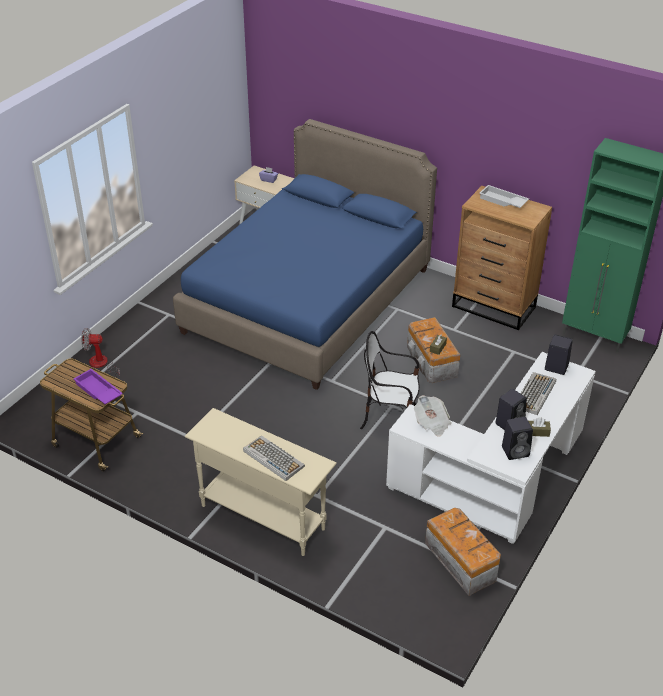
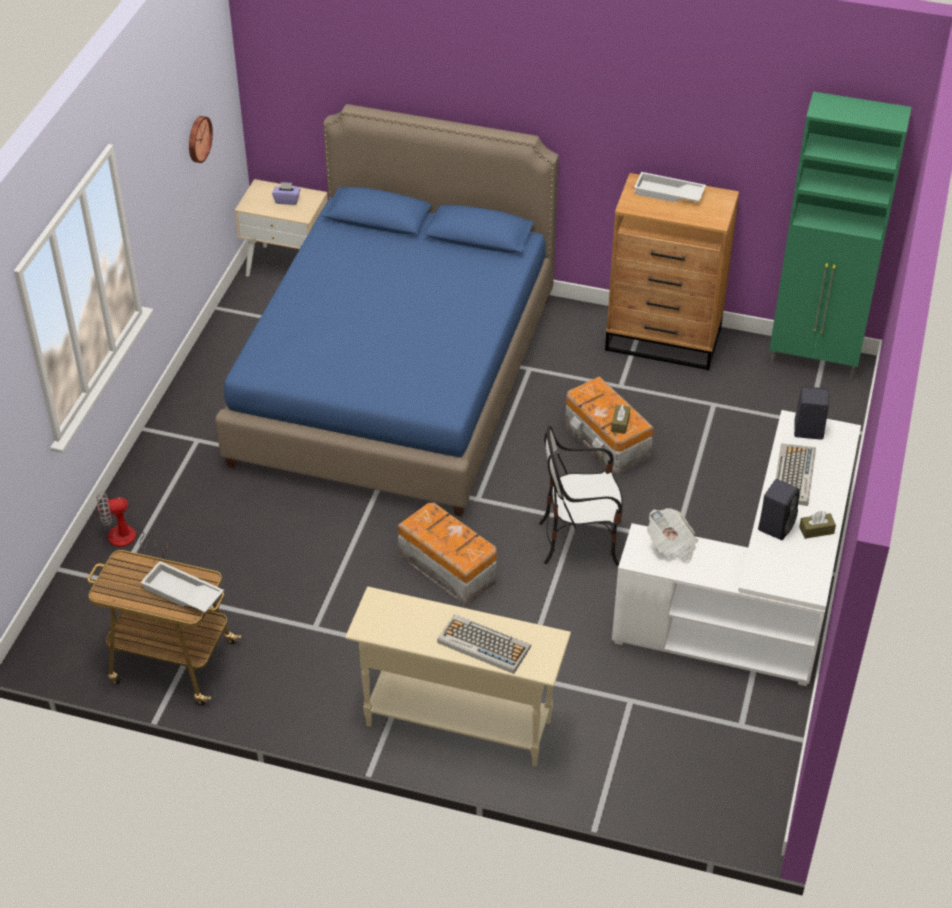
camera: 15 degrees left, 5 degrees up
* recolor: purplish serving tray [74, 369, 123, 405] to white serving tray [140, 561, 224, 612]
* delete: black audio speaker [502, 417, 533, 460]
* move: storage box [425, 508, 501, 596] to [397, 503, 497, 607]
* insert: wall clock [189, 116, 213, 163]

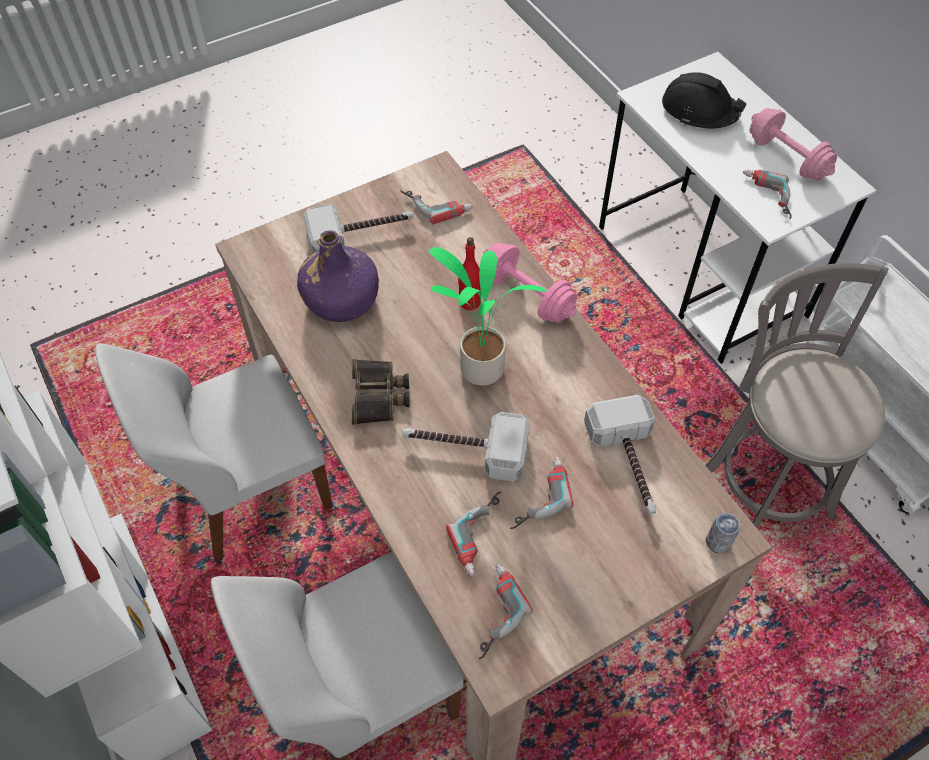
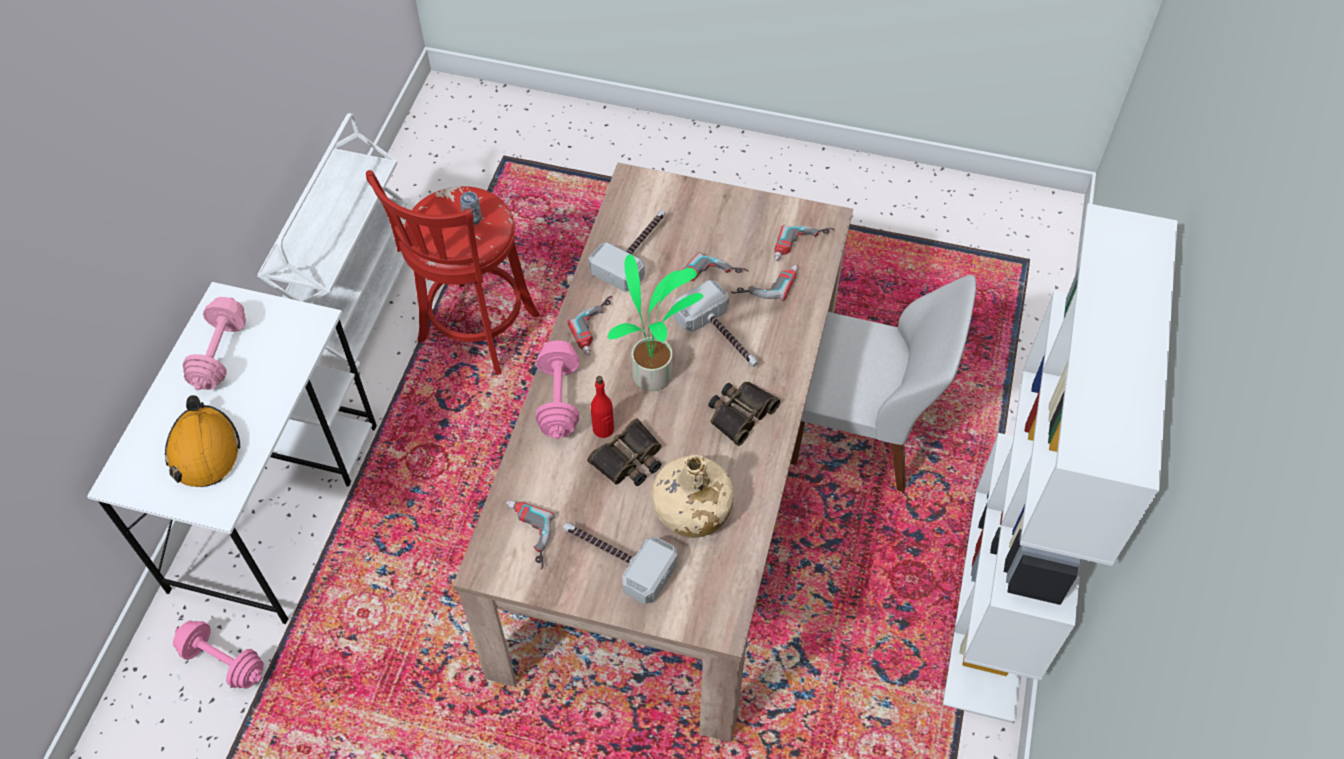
camera: 135 degrees left, 0 degrees up
* recolor: black safety helmet [662, 72, 746, 129] to orange safety helmet [165, 395, 240, 487]
* move: power drill [743, 169, 792, 219] to [568, 296, 612, 356]
* recolor: purplish bottle [297, 230, 379, 322] to beige-coloured bottle [651, 455, 734, 538]
* recolor: gray sitting stool [705, 263, 889, 528] to reddish sitting stool [366, 170, 540, 375]
* delete: white chair [95, 343, 333, 561]
* move: can [706, 513, 740, 554] to [460, 192, 482, 225]
* insert: binoculars [587, 418, 662, 486]
* insert: pink free weight [173, 621, 264, 689]

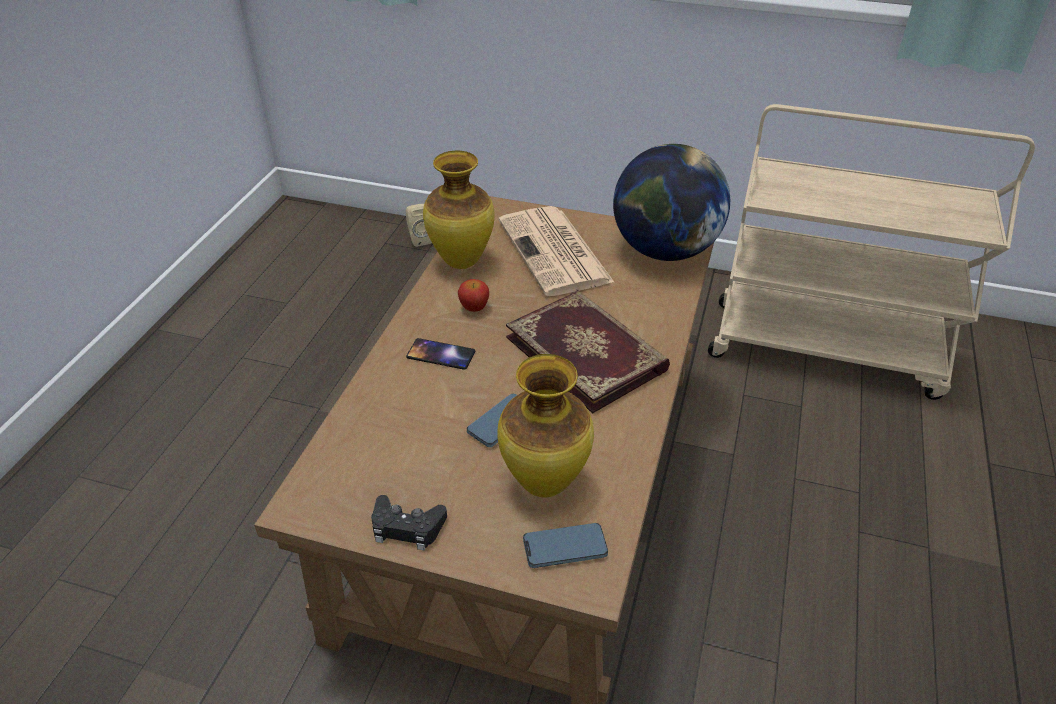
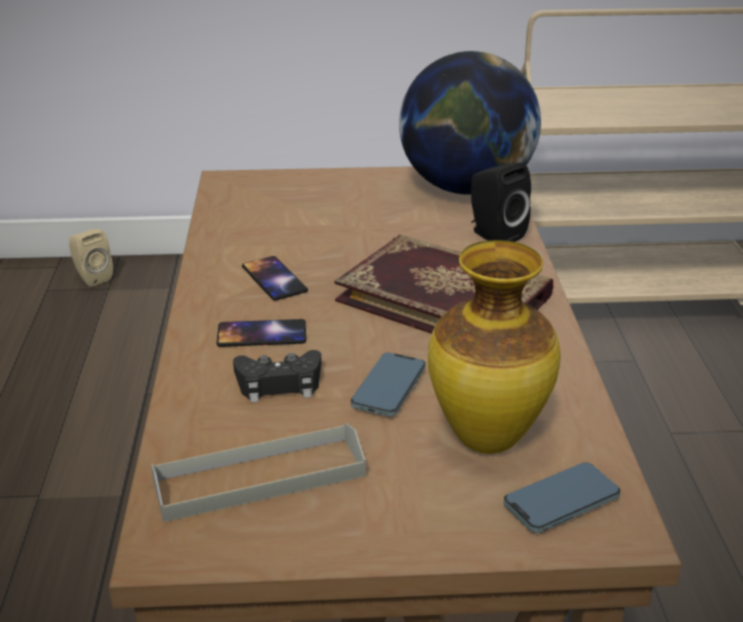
camera: 20 degrees left, 10 degrees down
* delete: decorative vase [423, 151, 495, 269]
* delete: printed paper [499, 206, 615, 296]
* replace: apple fruit [458, 279, 489, 312] to handset [242, 256, 308, 301]
* move: black game controller [371, 495, 447, 550] to [233, 350, 321, 402]
* insert: black audio speaker [471, 163, 531, 242]
* insert: gray serving tray [151, 423, 366, 522]

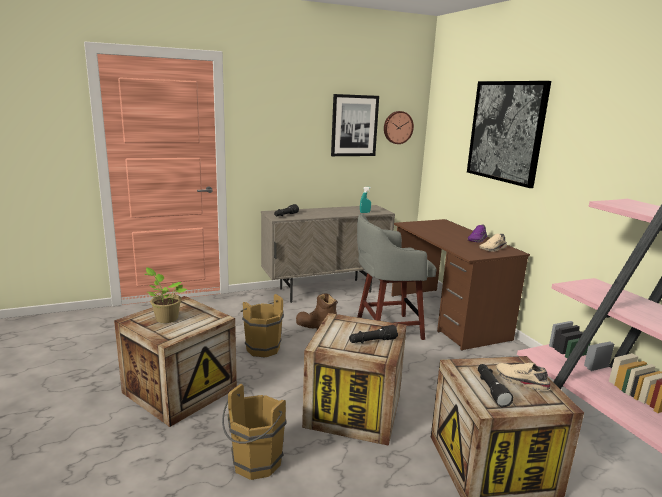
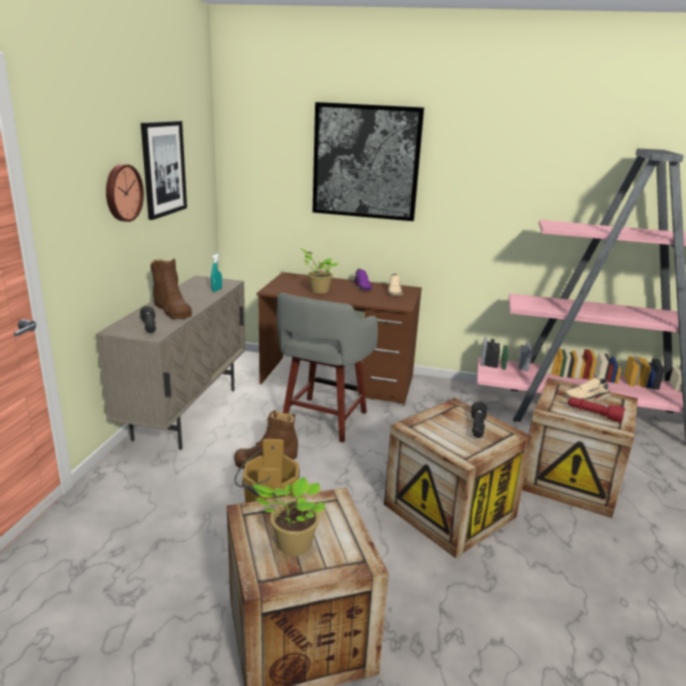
camera: 55 degrees left, 5 degrees up
* move: wall clock [384, 111, 414, 144] to [106, 164, 144, 222]
* recolor: black hand torch [478, 364, 513, 408] to reddish hand torch [568, 397, 625, 423]
* delete: brown-coloured water bucket [222, 384, 287, 480]
* insert: houseplant [300, 248, 338, 294]
* insert: brown-coloured tall boot [150, 258, 192, 319]

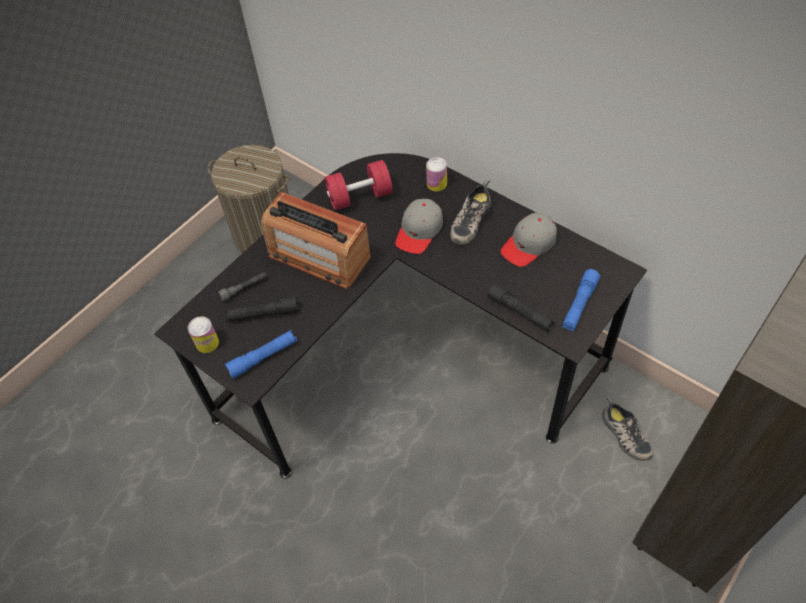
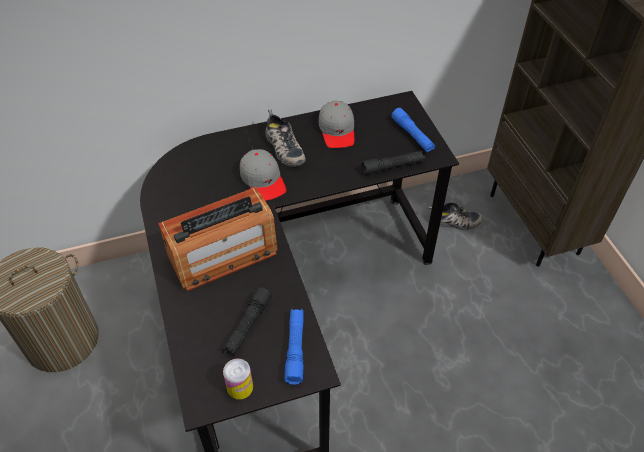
camera: 60 degrees left, 5 degrees down
* delete: can [426, 157, 447, 192]
* delete: reddish free weight [325, 160, 393, 210]
* delete: gray hand torch [218, 272, 267, 302]

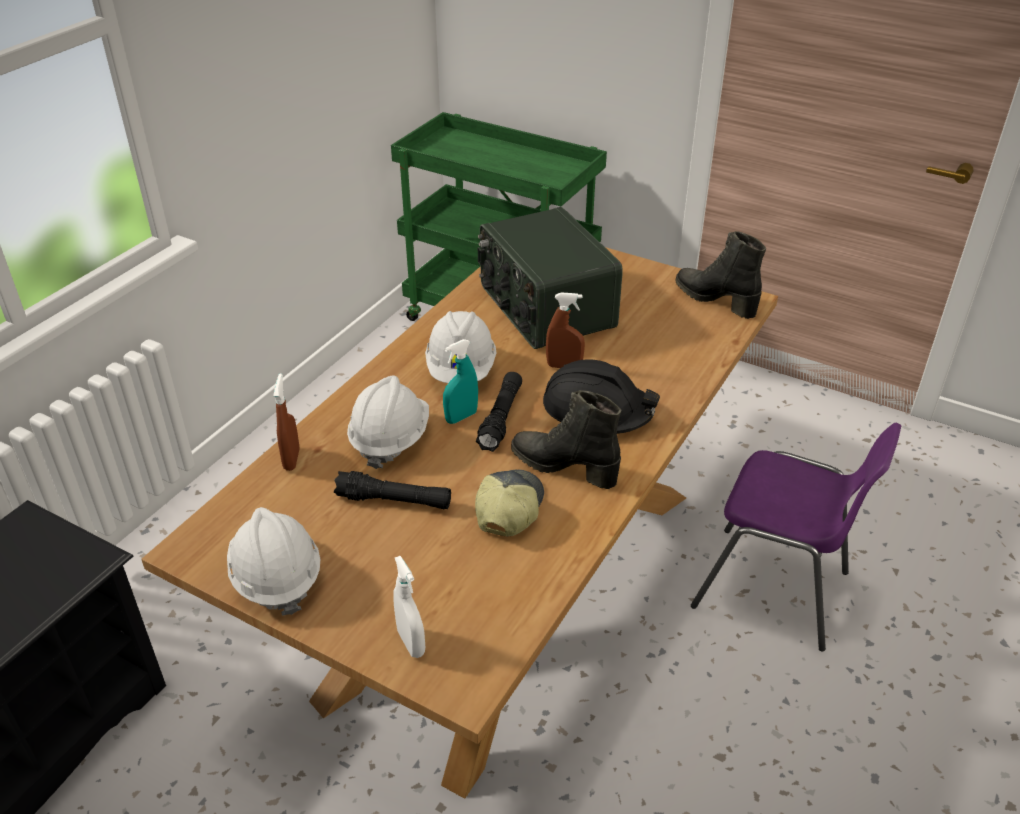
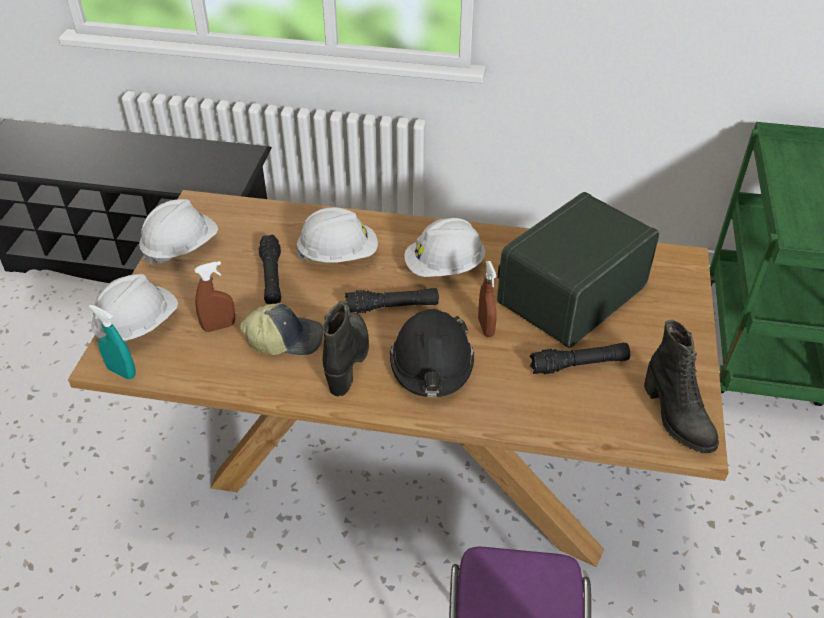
camera: 70 degrees right, 5 degrees up
* rotate: black tall boot [676, 231, 766, 319] = [644, 320, 719, 453] 135 degrees clockwise
* move: blue-green sprayer [443, 339, 478, 424] to [89, 305, 136, 380]
* move: brown-coloured sprayer [273, 374, 300, 471] to [194, 261, 235, 332]
* replace: white sprayer [393, 556, 425, 658] to white safety helmet [91, 274, 178, 343]
* insert: black hand torch [530, 343, 630, 374]

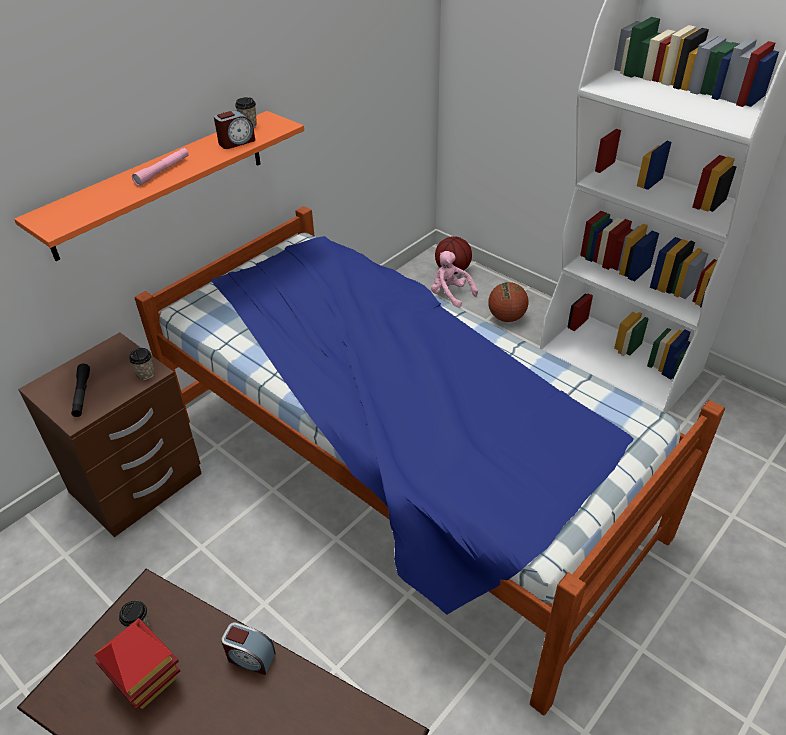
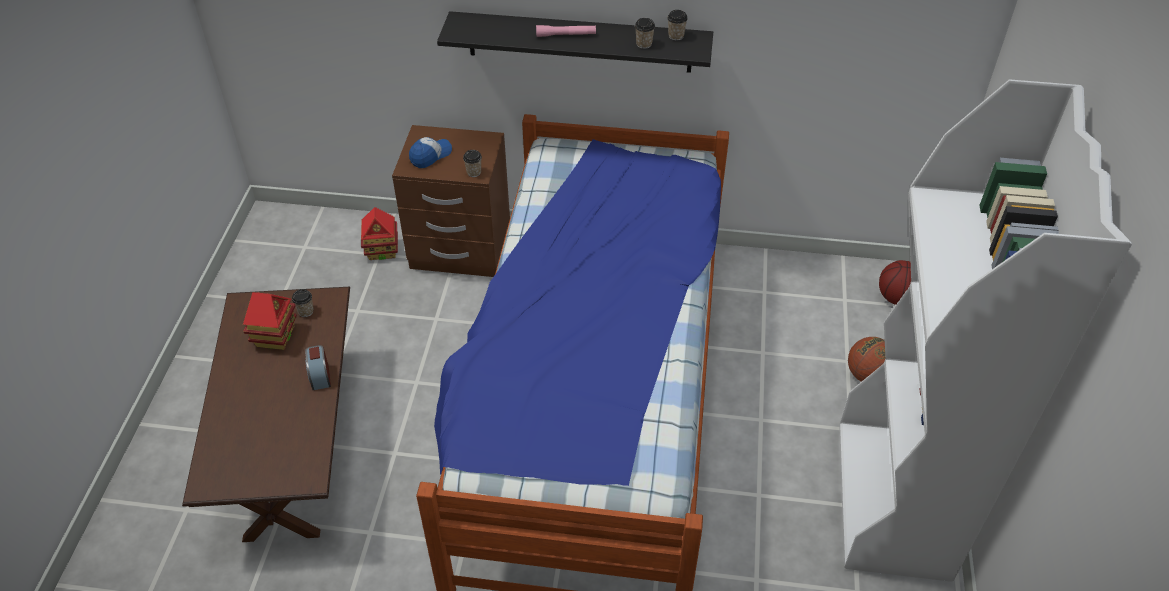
camera: 55 degrees right, 5 degrees up
* replace: table clock [214, 110, 255, 149] to drinking cup [635, 18, 655, 49]
* recolor: orange wall shelf [14, 111, 304, 261] to black wall shelf [437, 11, 713, 73]
* delete: pink plush toy [431, 251, 478, 308]
* replace: black hand torch [71, 364, 90, 417] to baseball cap [409, 137, 452, 168]
* insert: model house [361, 207, 398, 260]

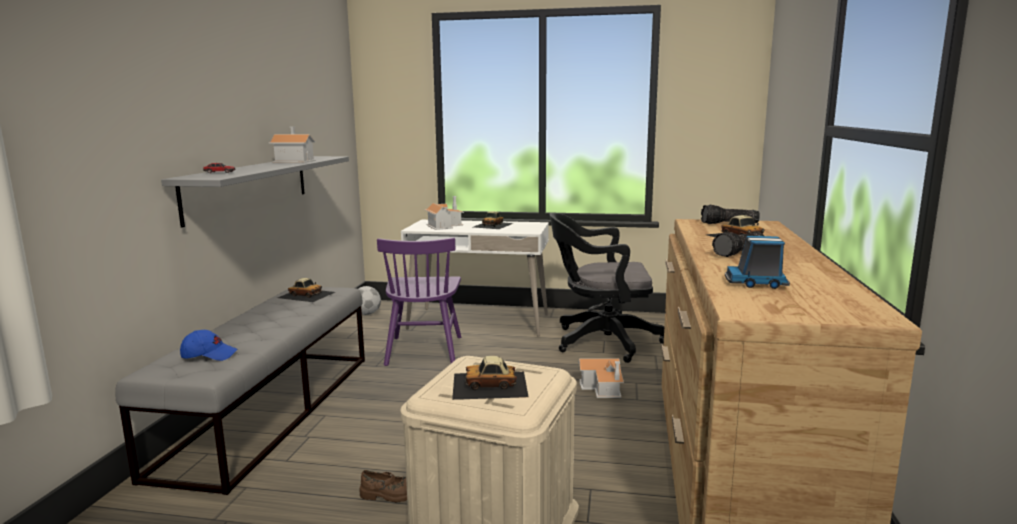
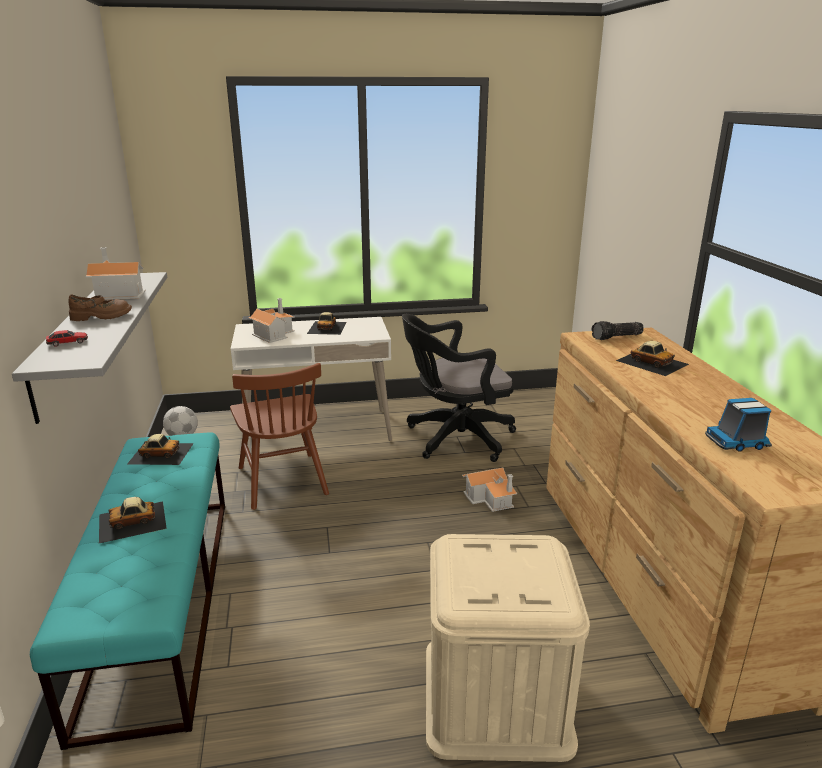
camera: 20 degrees left, 10 degrees up
* delete: hand torch [712, 232, 764, 257]
* recolor: purplish chair [377, 237, 461, 366] to brown-coloured chair [230, 363, 329, 510]
* recolor: gray long seat [115, 286, 365, 495] to blue-green long seat [30, 433, 225, 750]
* delete: blue-coloured baseball cap [180, 330, 237, 361]
* move: toy car [452, 356, 529, 400] to [99, 497, 167, 543]
* move: brown-coloured low shoe [360, 470, 407, 503] to [68, 295, 132, 321]

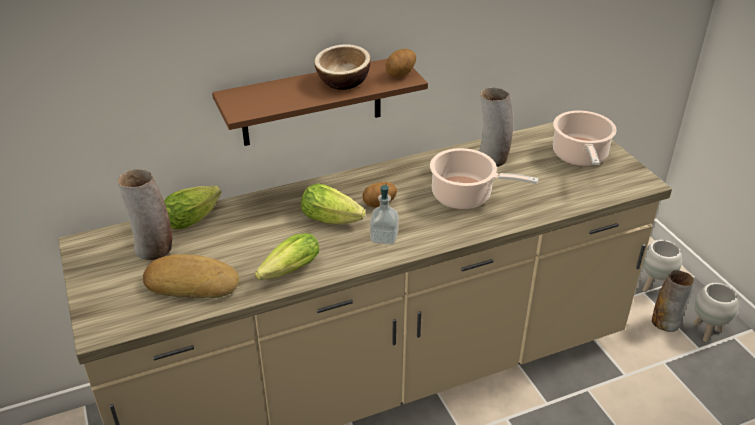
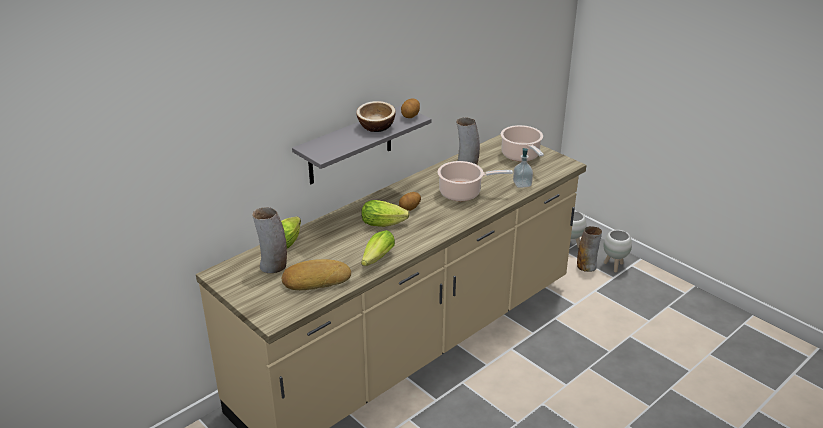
camera: 20 degrees left, 5 degrees down
* recolor: brown-coloured wall shelf [212, 59, 428, 146] to gray wall shelf [292, 105, 432, 184]
* move: soap dispenser [370, 184, 399, 245] to [513, 148, 533, 188]

